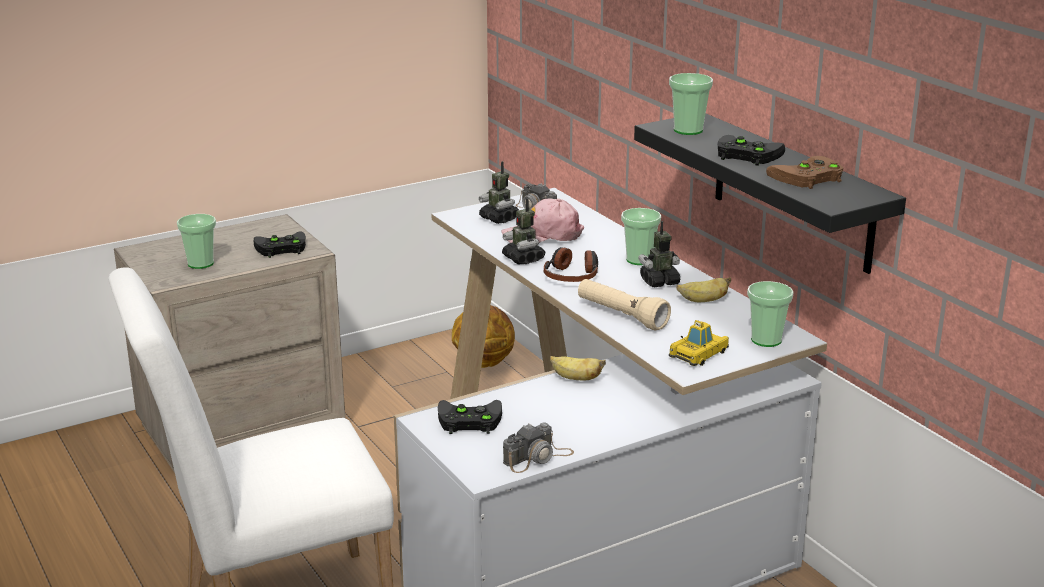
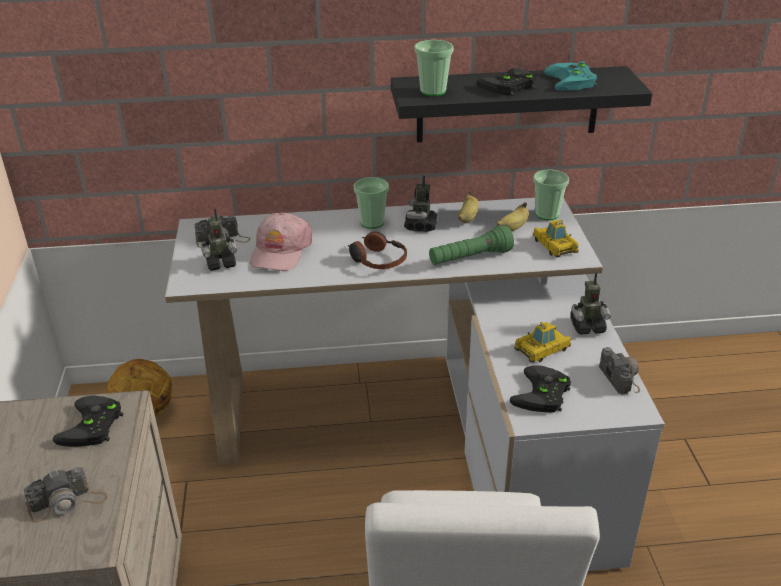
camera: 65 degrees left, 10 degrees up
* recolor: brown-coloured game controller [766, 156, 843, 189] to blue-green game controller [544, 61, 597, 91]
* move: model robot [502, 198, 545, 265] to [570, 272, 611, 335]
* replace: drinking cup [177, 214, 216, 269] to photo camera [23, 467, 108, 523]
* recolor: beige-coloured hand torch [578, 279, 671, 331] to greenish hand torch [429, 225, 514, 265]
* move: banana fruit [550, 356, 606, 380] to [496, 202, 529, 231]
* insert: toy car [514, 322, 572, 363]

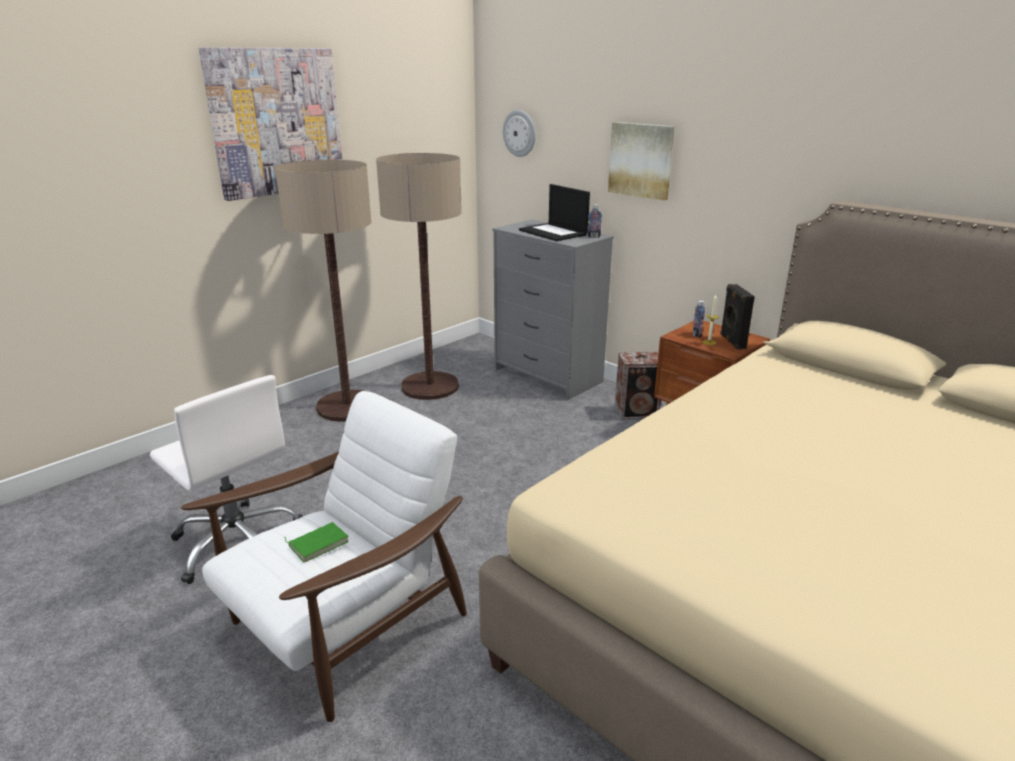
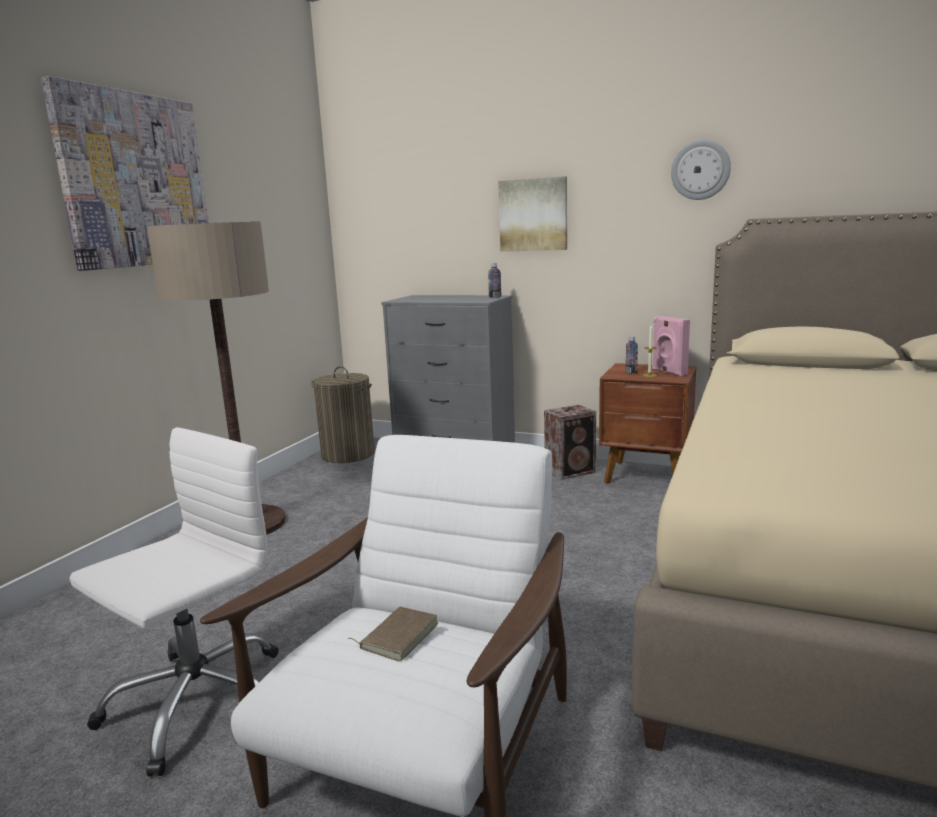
camera: 20 degrees left, 10 degrees down
* move: wall clock [503, 110, 535, 157] to [671, 140, 731, 200]
* delete: floor lamp [376, 153, 462, 400]
* delete: laptop [519, 184, 590, 241]
* recolor: black audio speaker [720, 284, 755, 350] to pink audio speaker [652, 316, 690, 376]
* rotate: white office chair [150, 375, 303, 584] = [69, 427, 279, 776] 75 degrees counterclockwise
* recolor: greenish volume [285, 522, 349, 562] to brown-coloured volume [347, 607, 438, 662]
* insert: hamper [311, 366, 375, 463]

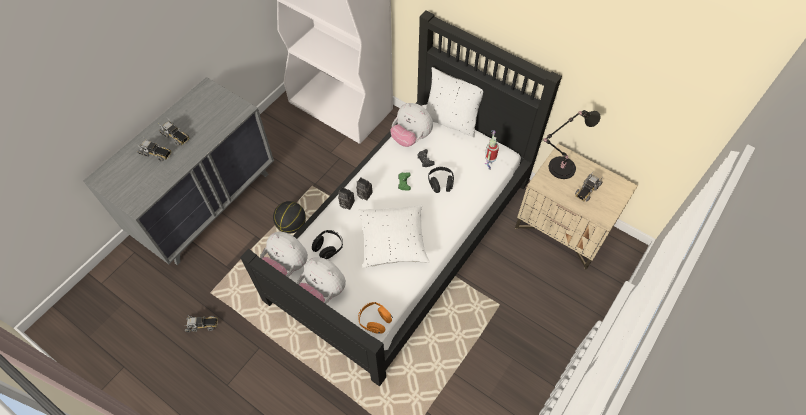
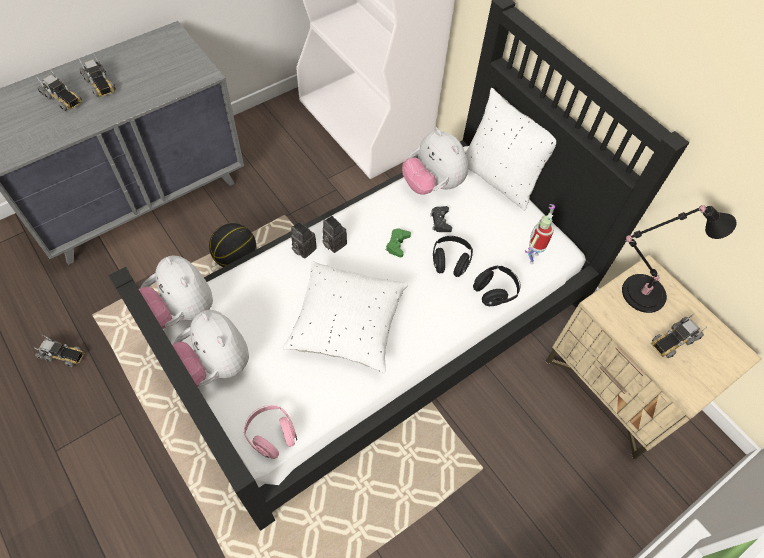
camera: 15 degrees right, 0 degrees up
* move: black headphones [312, 230, 343, 259] to [473, 265, 521, 306]
* recolor: orange headphones [358, 302, 393, 334] to pink headphones [244, 405, 297, 459]

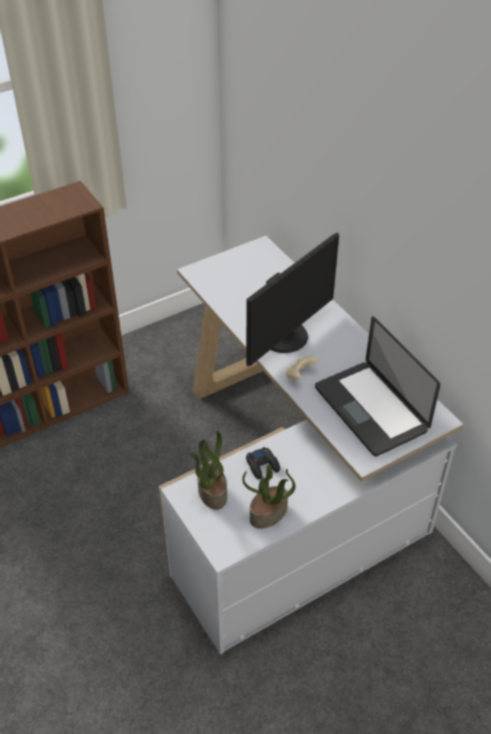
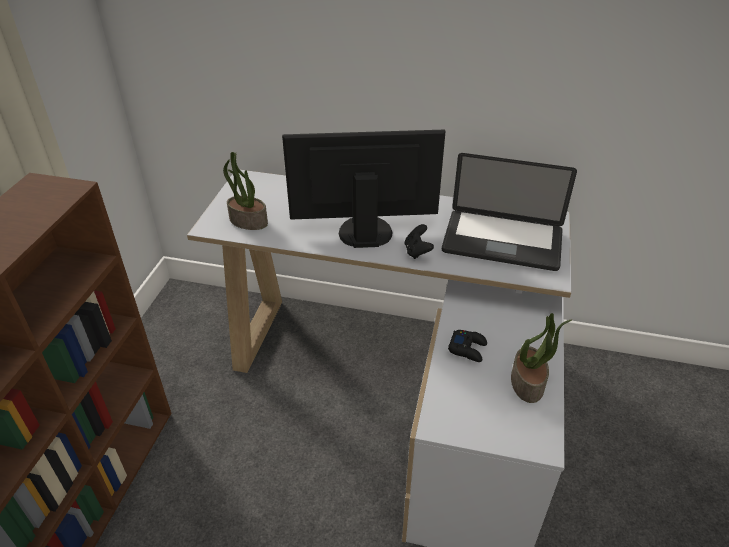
camera: 45 degrees left, 5 degrees down
* rotate: computer display [246, 233, 339, 366] = [282, 130, 446, 248] 90 degrees counterclockwise
* recolor: beige-coloured game controller [286, 356, 318, 380] to black game controller [405, 224, 434, 259]
* move: houseplant [188, 431, 227, 510] to [223, 152, 268, 230]

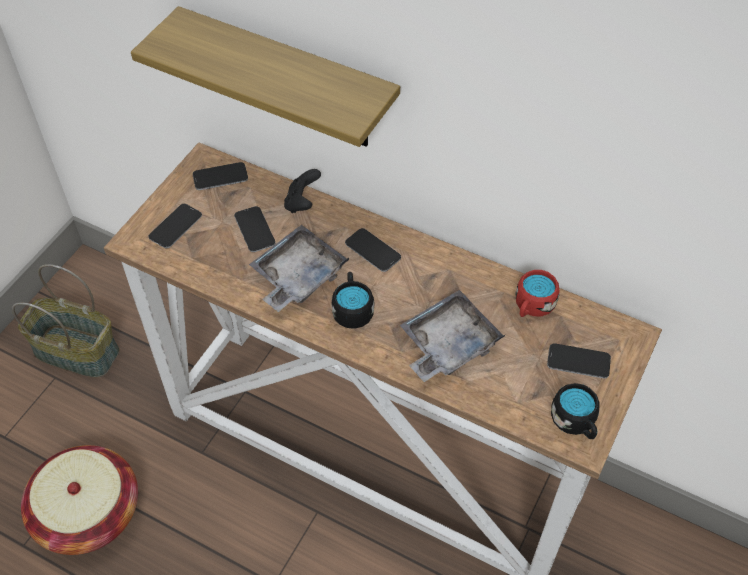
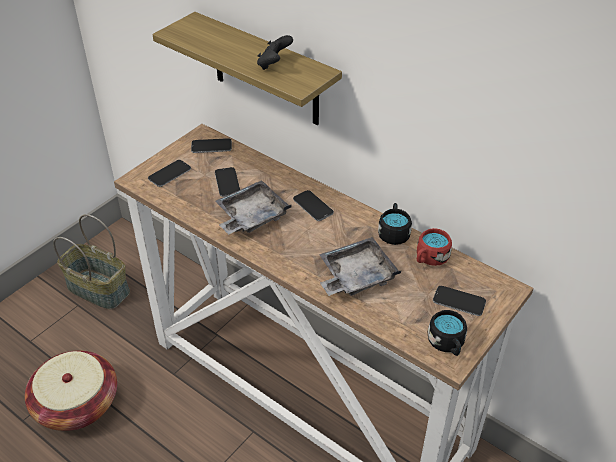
camera: 10 degrees right, 10 degrees down
* move: black game controller [284, 169, 321, 213] to [257, 35, 293, 70]
* move: black tea mug [331, 272, 374, 329] to [378, 203, 412, 245]

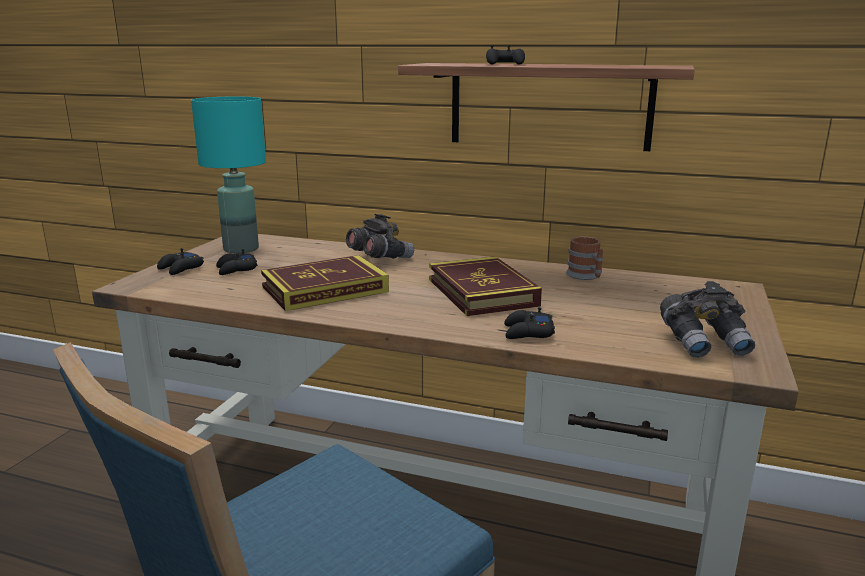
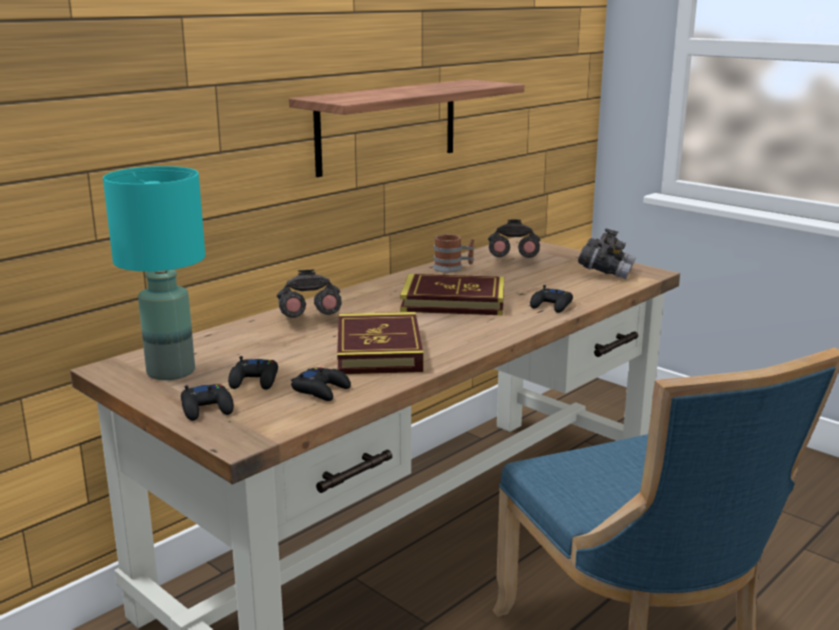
camera: 65 degrees left, 0 degrees up
* move: black game controller [486, 45, 525, 65] to [291, 367, 351, 401]
* insert: gray binoculars [488, 220, 540, 258]

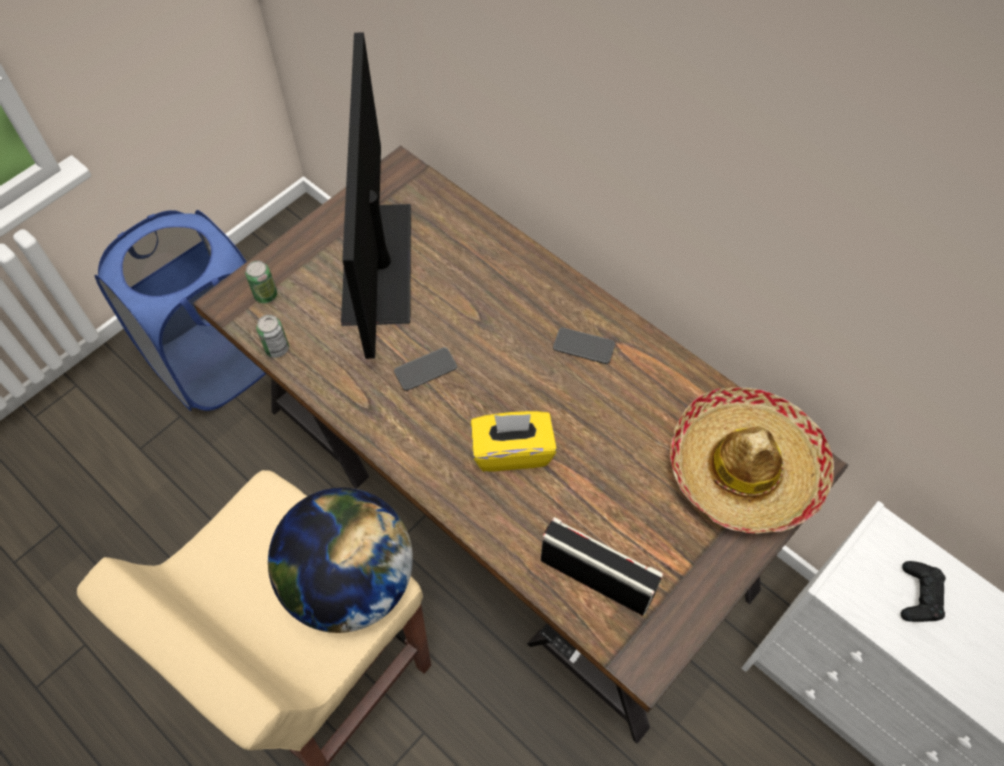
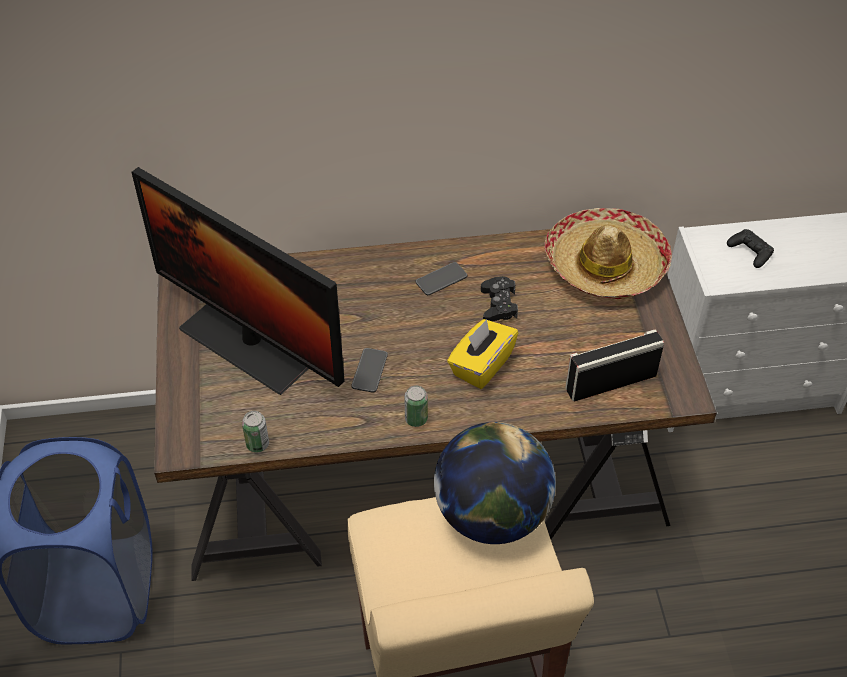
camera: 50 degrees left, 10 degrees down
* move: can [245, 260, 277, 304] to [405, 385, 428, 427]
* insert: black game controller [481, 276, 518, 322]

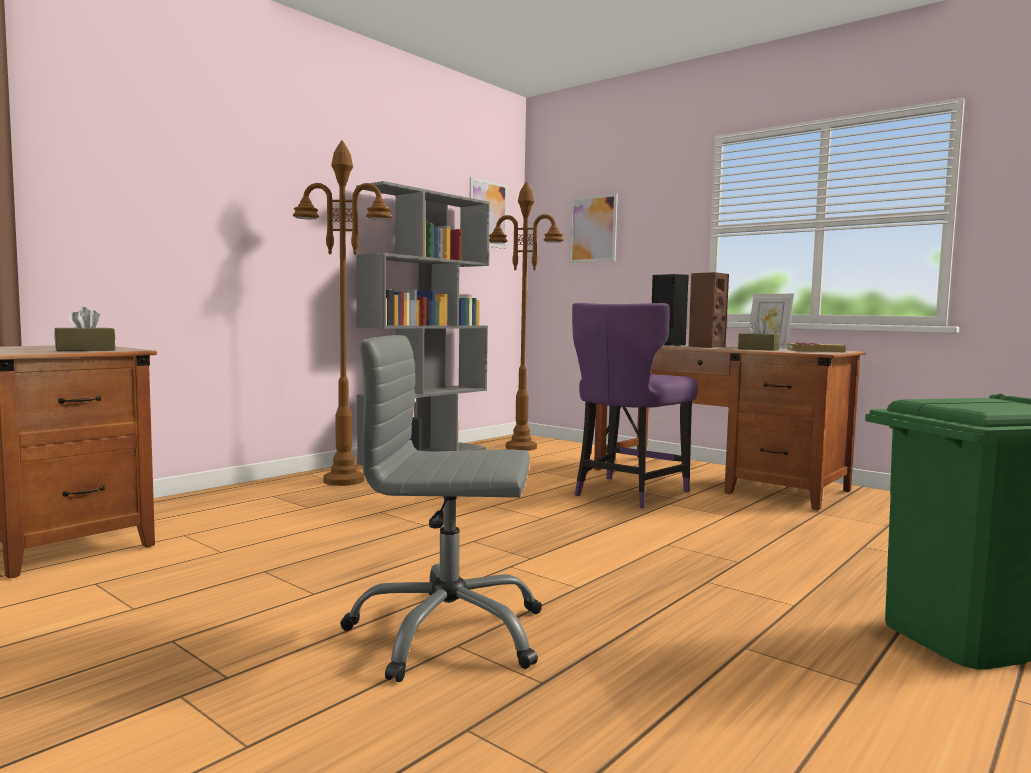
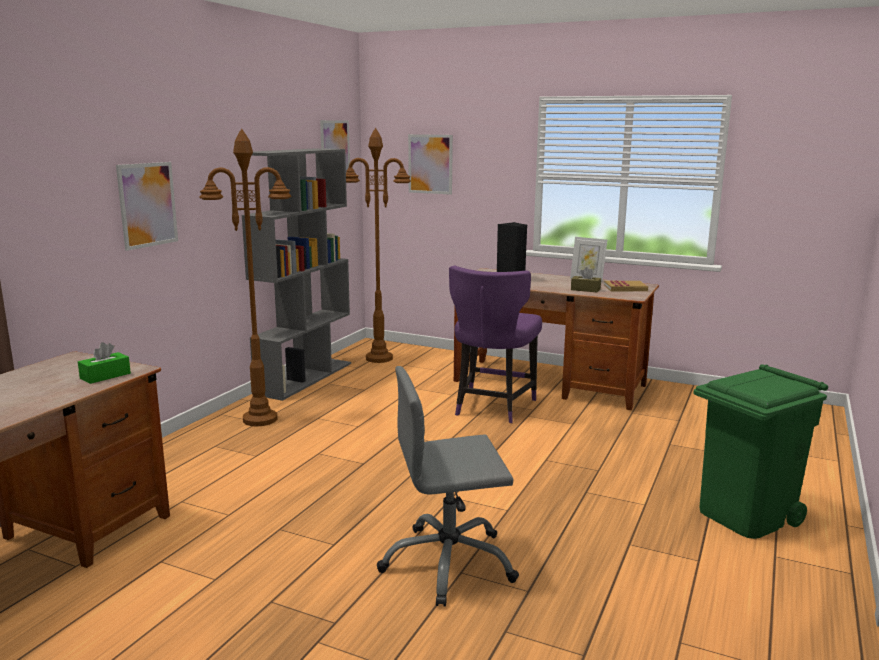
camera: 15 degrees left, 10 degrees up
* delete: brown-coloured audio speaker [688, 272, 729, 348]
* recolor: brown-coloured tissue holder [54, 307, 116, 351] to greenish tissue holder [78, 342, 131, 384]
* insert: wall art [116, 162, 178, 251]

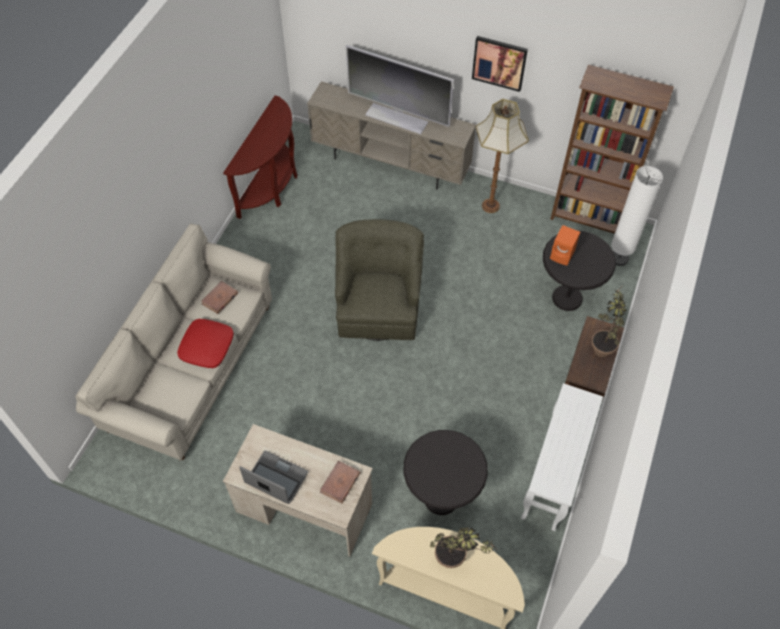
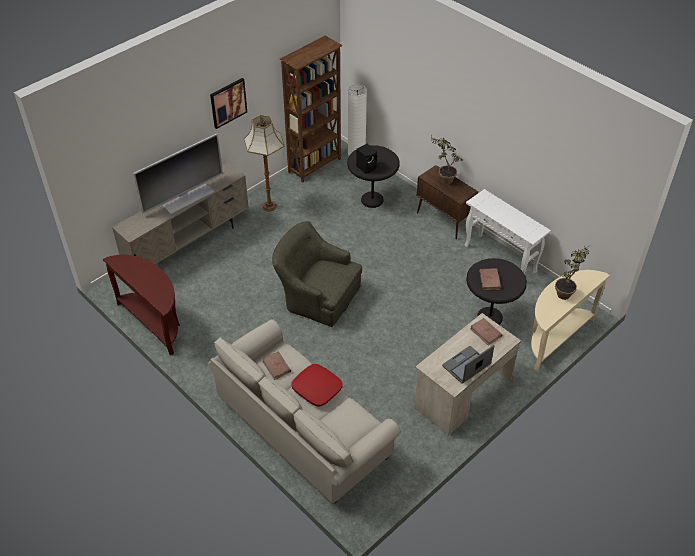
camera: 65 degrees left, 10 degrees down
* recolor: orange audio speaker [550, 225, 580, 266] to black audio speaker [356, 144, 378, 174]
* insert: brown-coloured volume [479, 269, 501, 290]

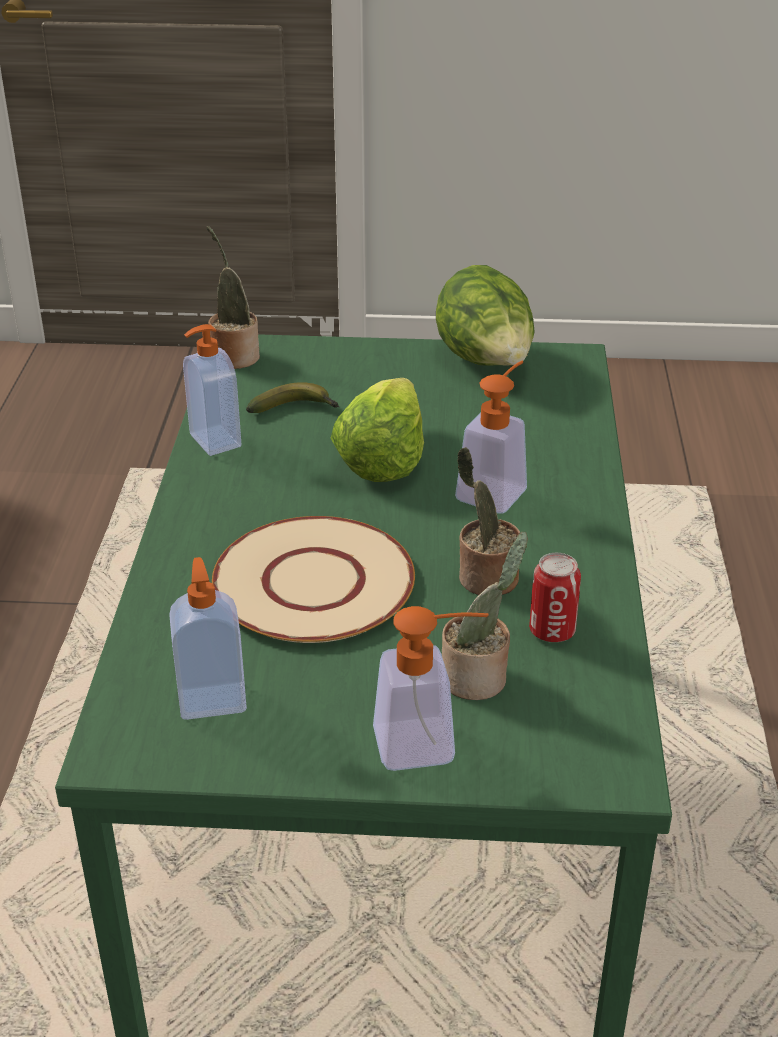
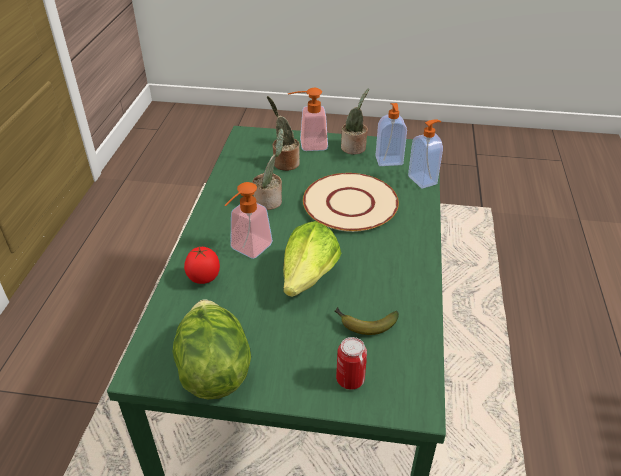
camera: 175 degrees left, 5 degrees up
* move: houseplant [207, 226, 260, 369] to [341, 89, 369, 155]
* move: soap dispenser [183, 324, 241, 456] to [408, 119, 443, 189]
* move: can [529, 553, 581, 642] to [336, 337, 367, 390]
* insert: tomato [184, 247, 220, 284]

